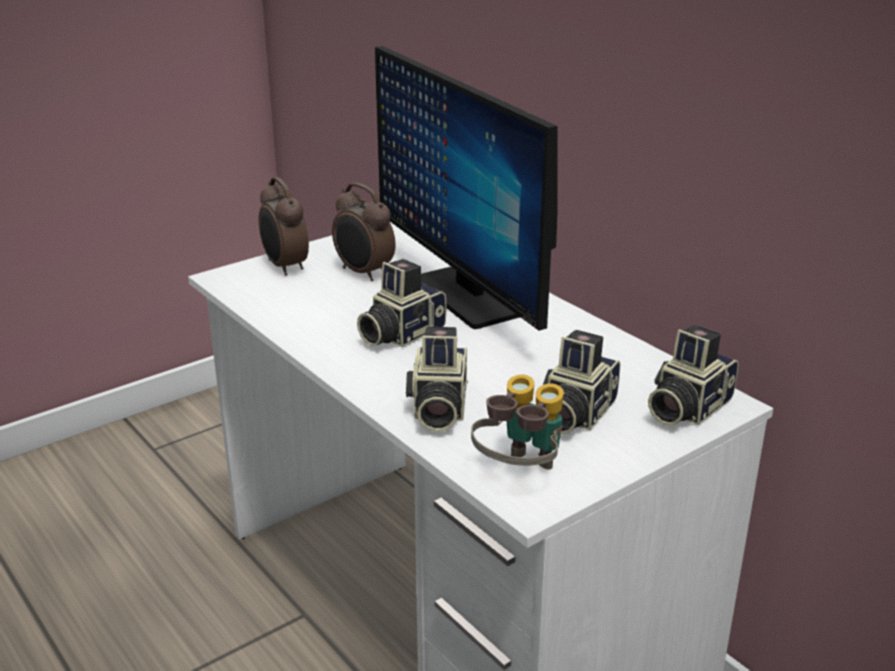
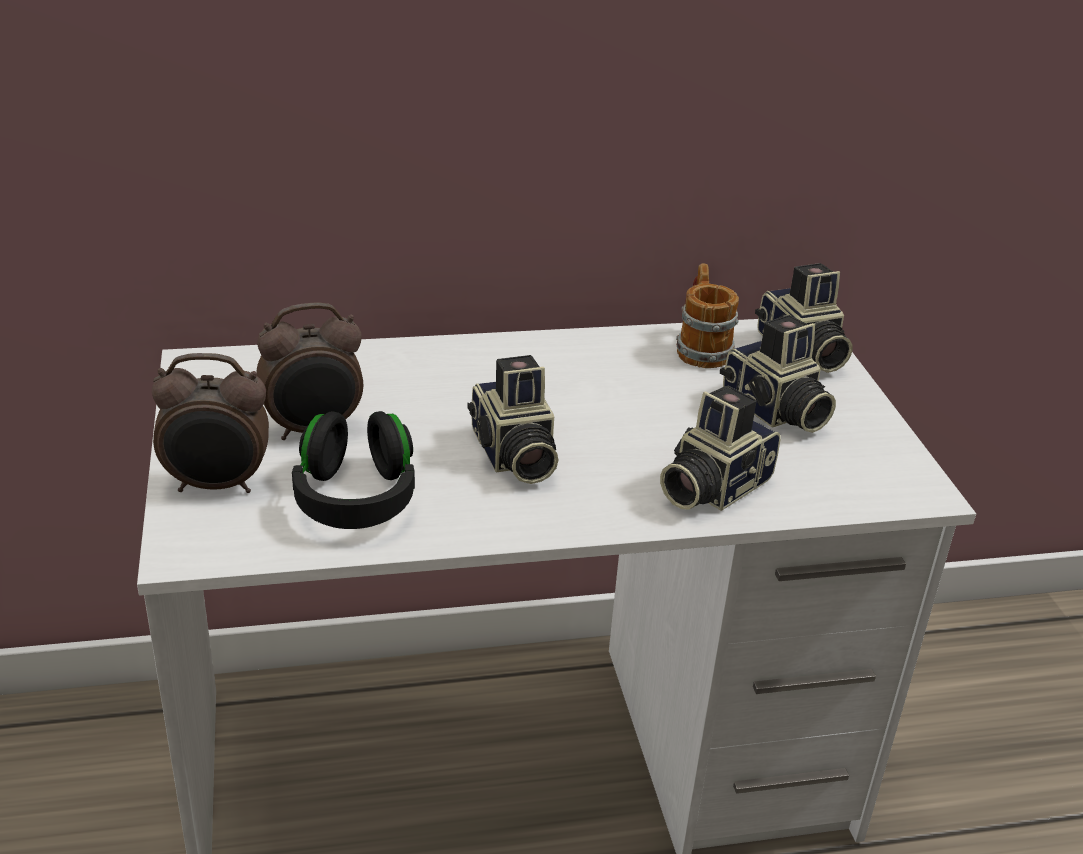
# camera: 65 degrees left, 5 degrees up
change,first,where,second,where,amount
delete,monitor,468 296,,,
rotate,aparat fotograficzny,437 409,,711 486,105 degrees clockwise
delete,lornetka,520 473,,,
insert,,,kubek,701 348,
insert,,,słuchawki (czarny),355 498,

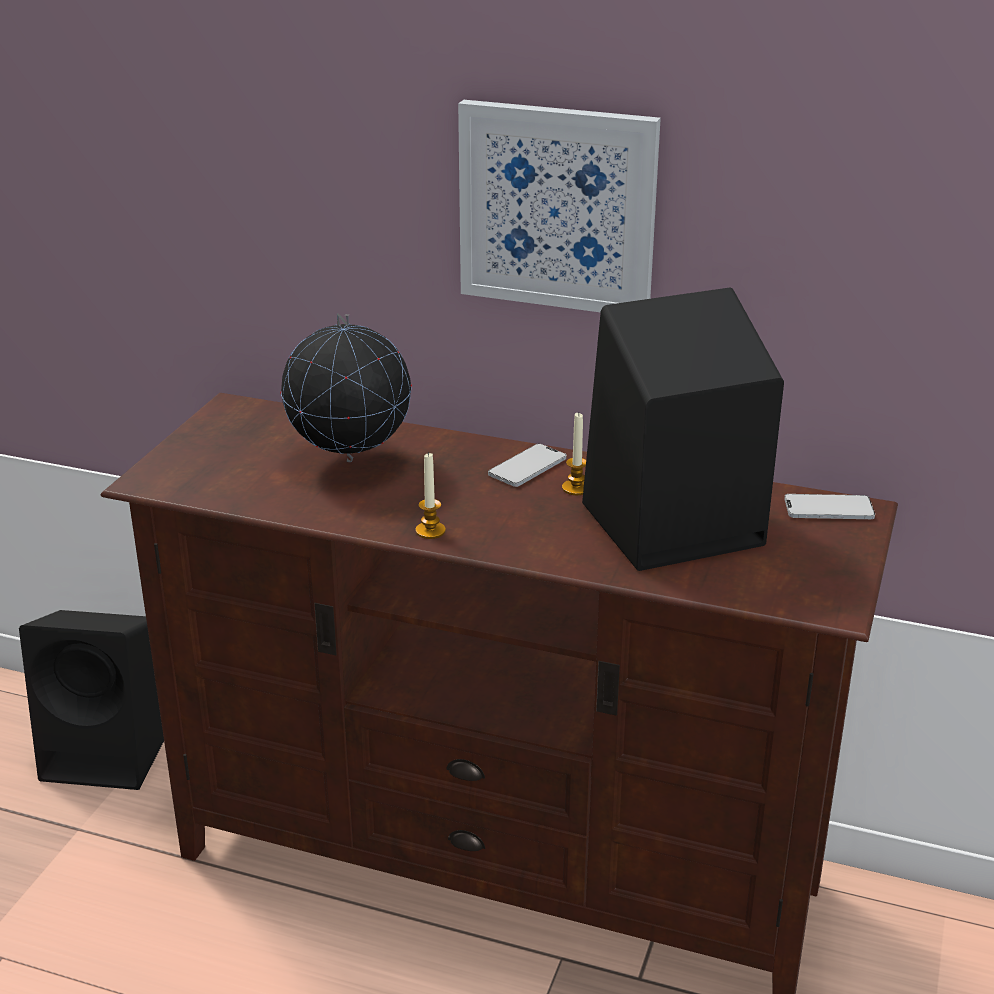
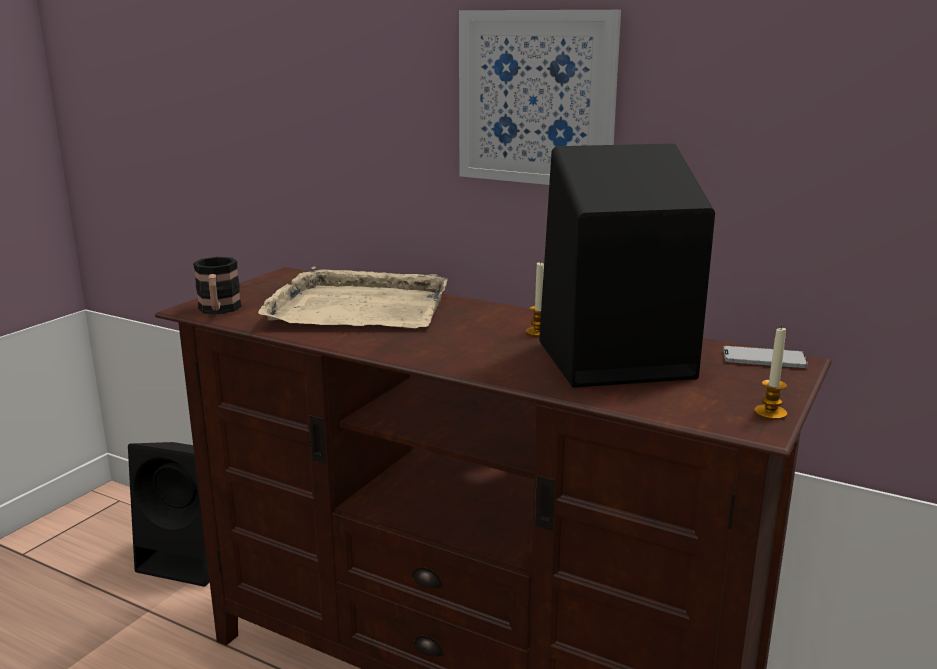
# camera: 10 degrees right, 10 degrees down
change,first,where,second,where,amount
replace,globus,350 462,taca (beżowy),359 307,
delete,telefon,527 467,,,
move,świeca,430 531,,770 413,
insert,,,kubek,219 310,

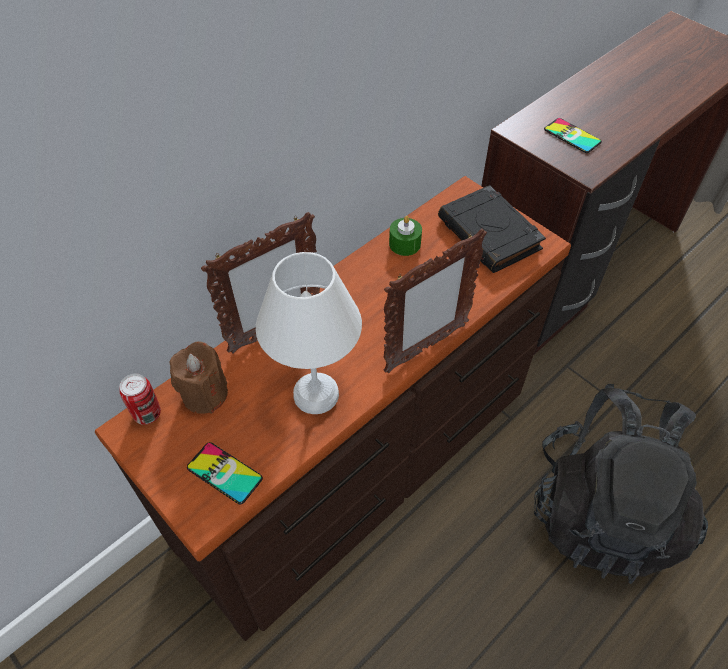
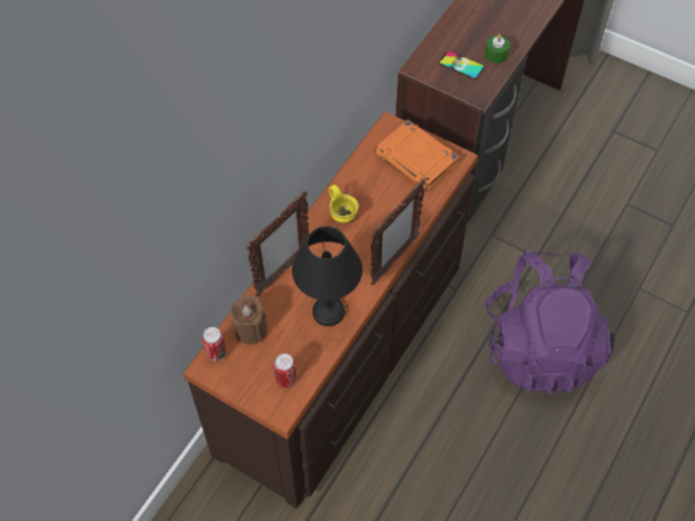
# camera: 15 degrees left, 5 degrees up
change,first,where,second,where,amount
recolor,książka (czarny),490 234,książka (pomarańczowy),417 160,
move,świeca (zielony),404 244,,496 54,
recolor,lampa stołowa (biały),318 395,lampa stołowa (czarny),330 312,
recolor,plecak (czarny),602 510,plecak (fioletowy),540 346,
replace,telefon,224 473,puszka,286 379,
insert,,,kubek (żółty),343 214,

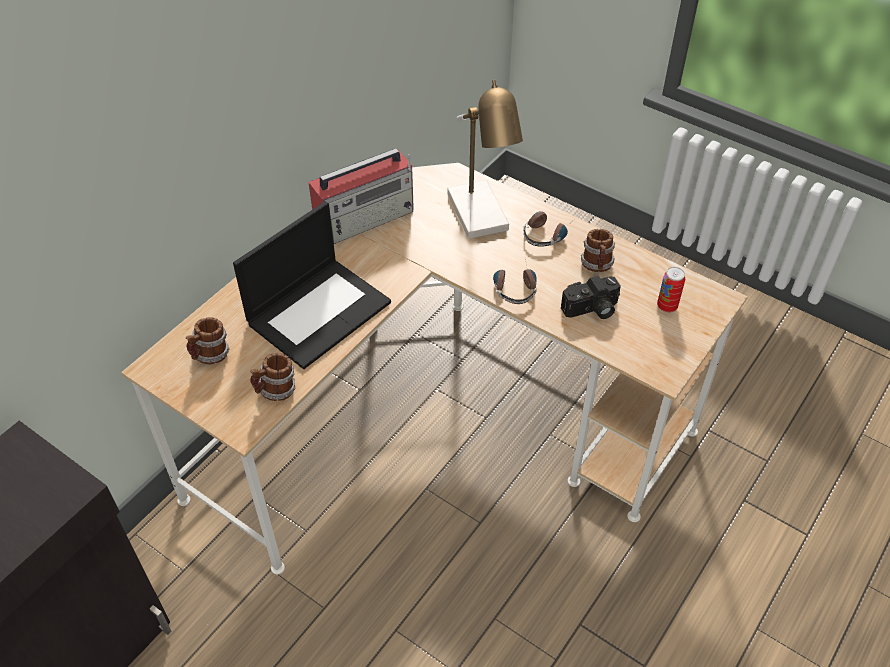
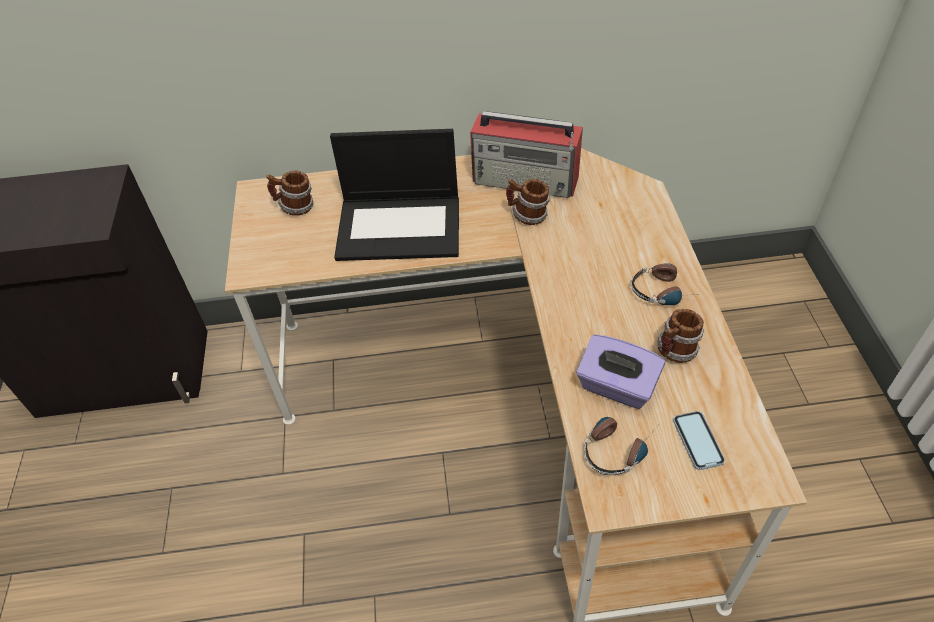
# camera: 50 degrees right, 0 degrees up
change,first,where,second,where,amount
delete,lampa stołowa,482 218,,,
move,słuchawki,514 286,,618 447,
replace,puszka,667 306,telefon,698 441,
replace,aparat fotograficzny,591 310,pudełko chusteczek (fioletowy),616 387,
move,kubek,276 391,,527 216,

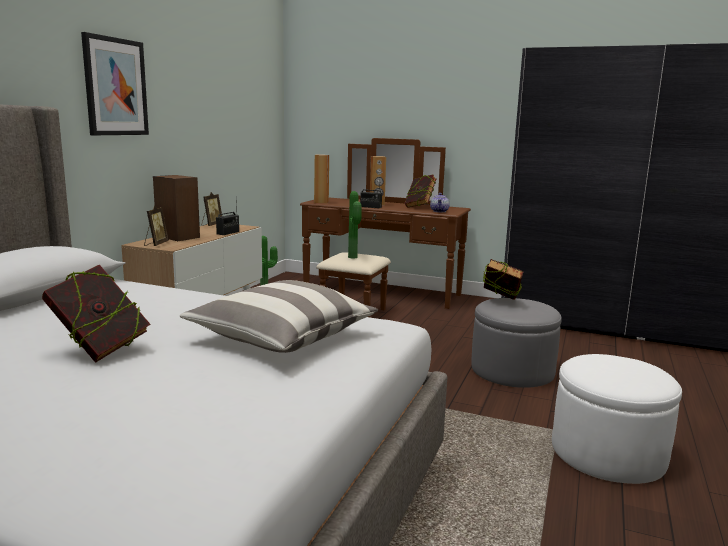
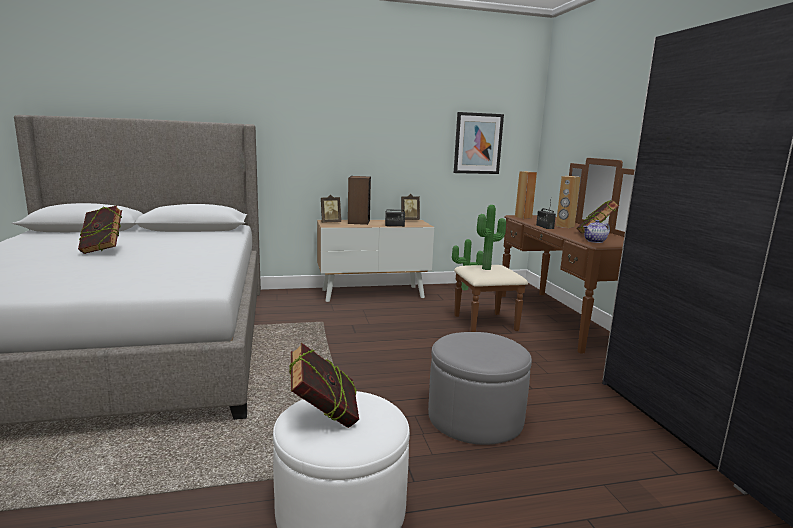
# camera: 55 degrees right, 0 degrees up
change,first,where,second,where,amount
move,obraz,115 87,,478 143,
move,książka,500 301,,324 419,
delete,poduszka,282 337,,,

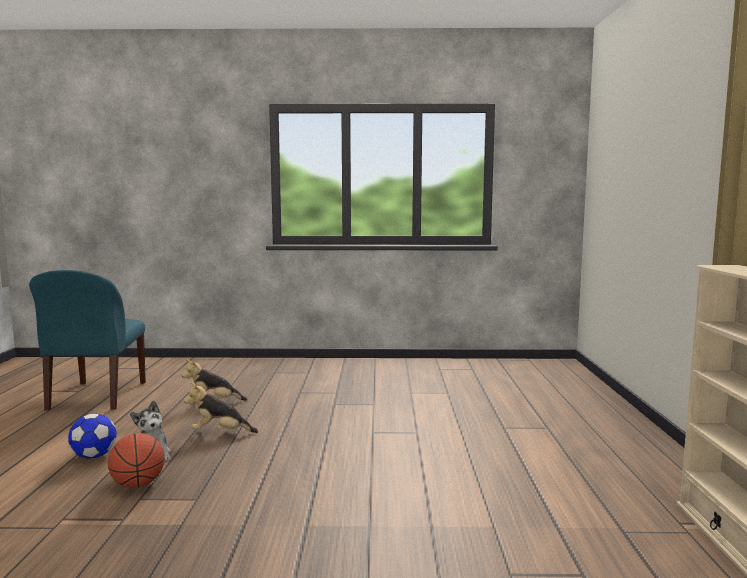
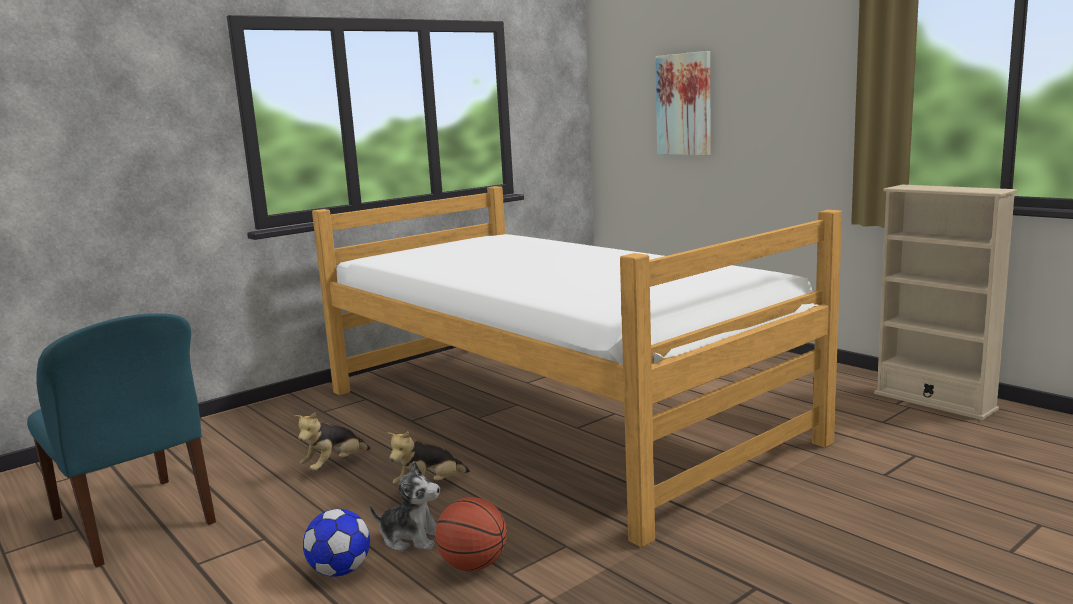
# camera: 40 degrees left, 5 degrees up
change,first,where,second,where,amount
insert,,,obraz,684 104,
insert,,,łóżko,553 414,

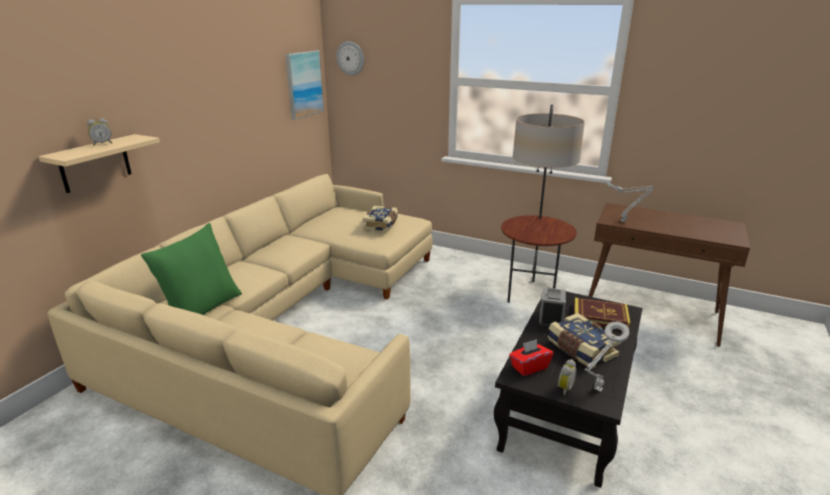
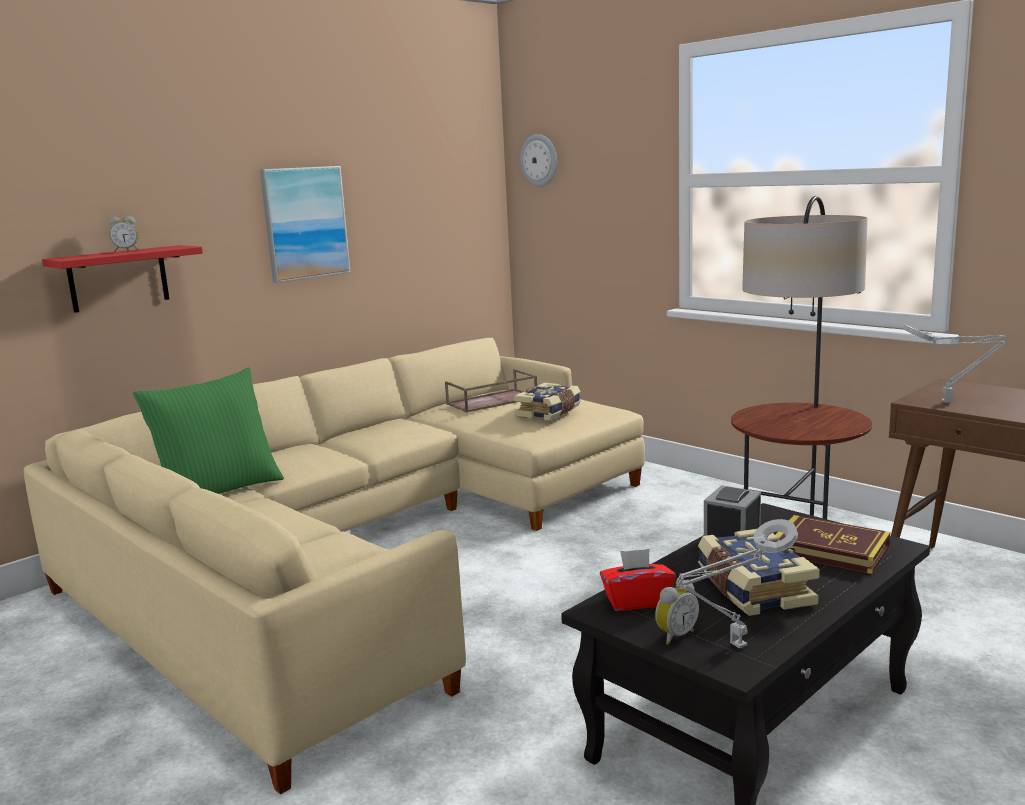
# camera: 20 degrees right, 10 degrees down
change,first,where,second,where,amount
move,obraz,304 84,,305 223,
recolor,półka (beżowy),95 163,półka (czerwony),118 278,
insert,,,taca (brązowy),491 401,

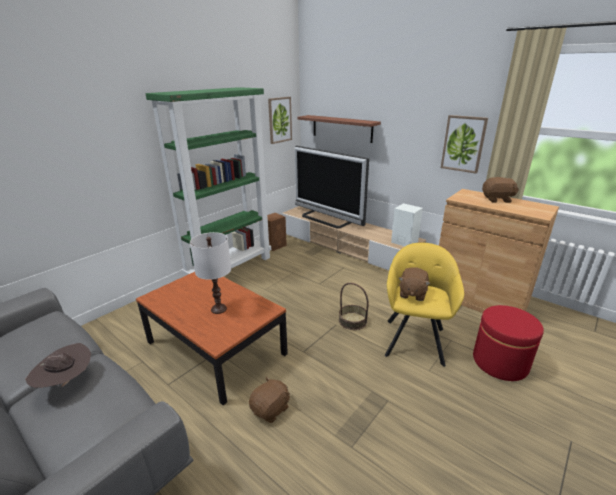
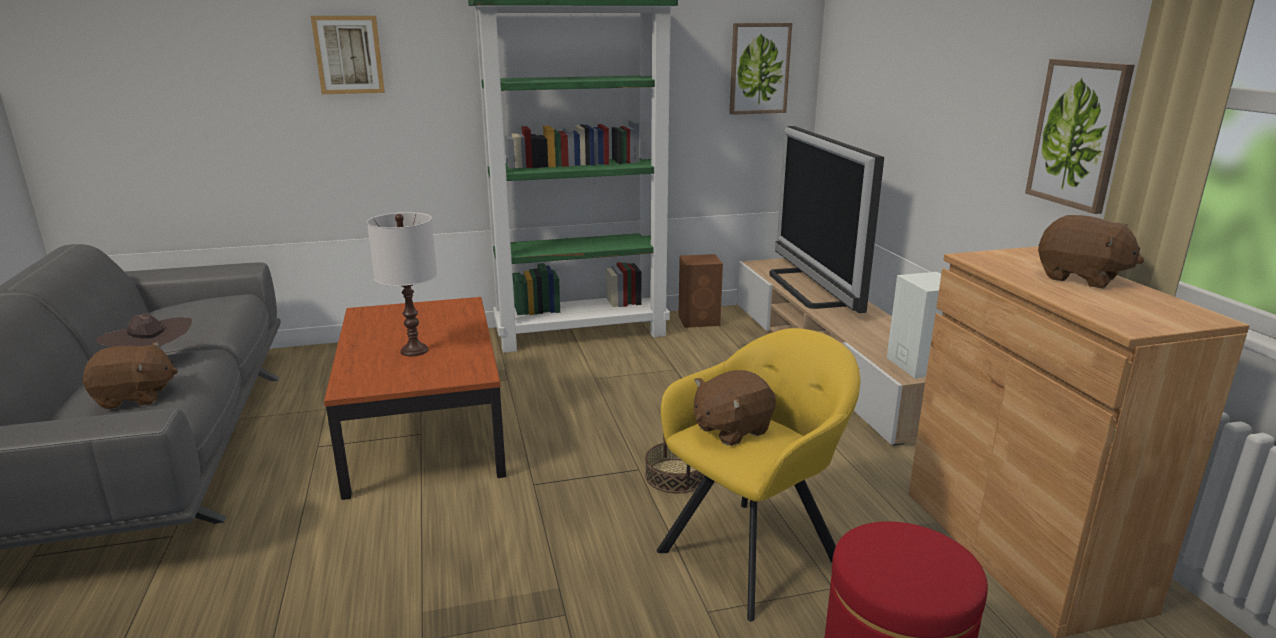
# camera: 35 degrees right, 5 degrees down
change,first,where,second,where,amount
delete,półka,341 128,,,
move,pluszak (brązowy),271 409,,135 397,
insert,,,obraz,349 55,

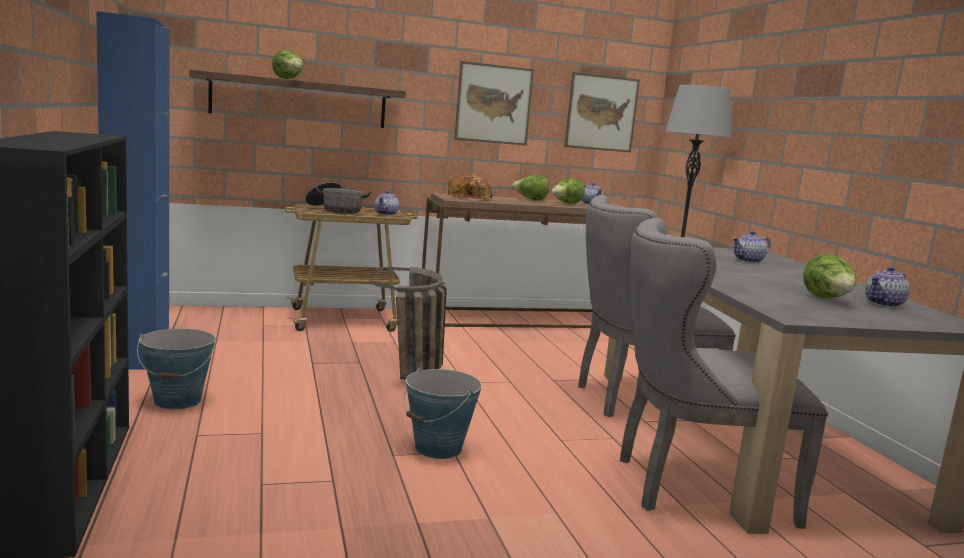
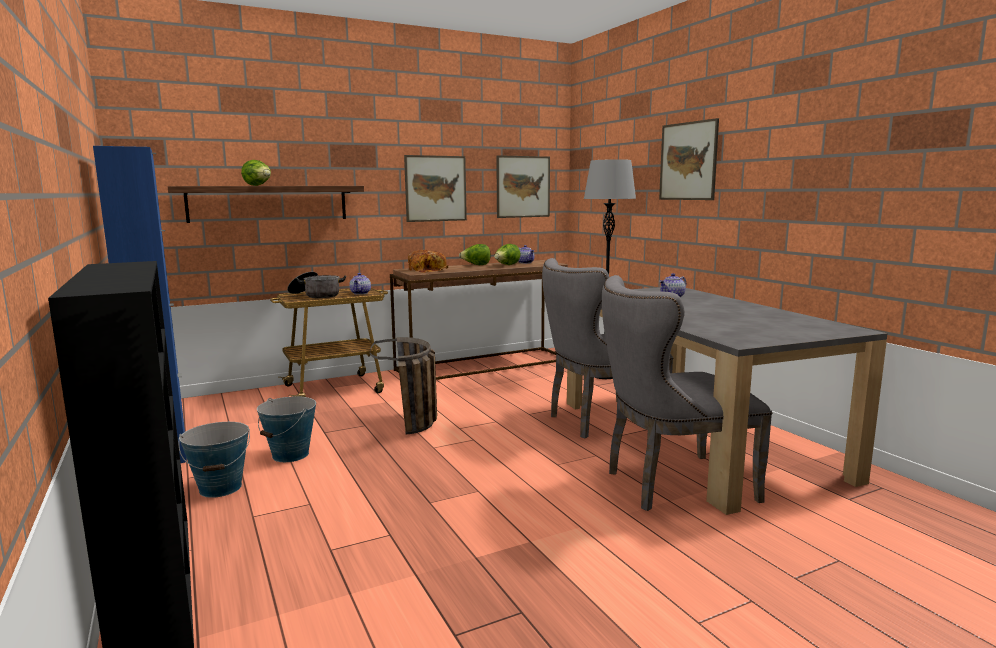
# camera: 10 degrees left, 0 degrees up
change,first,where,second,where,amount
delete,sałata,827 299,,,
delete,imbryk,884 304,,,
move,wiadro,438 448,,290 455,
insert,,,obraz,688 161,

